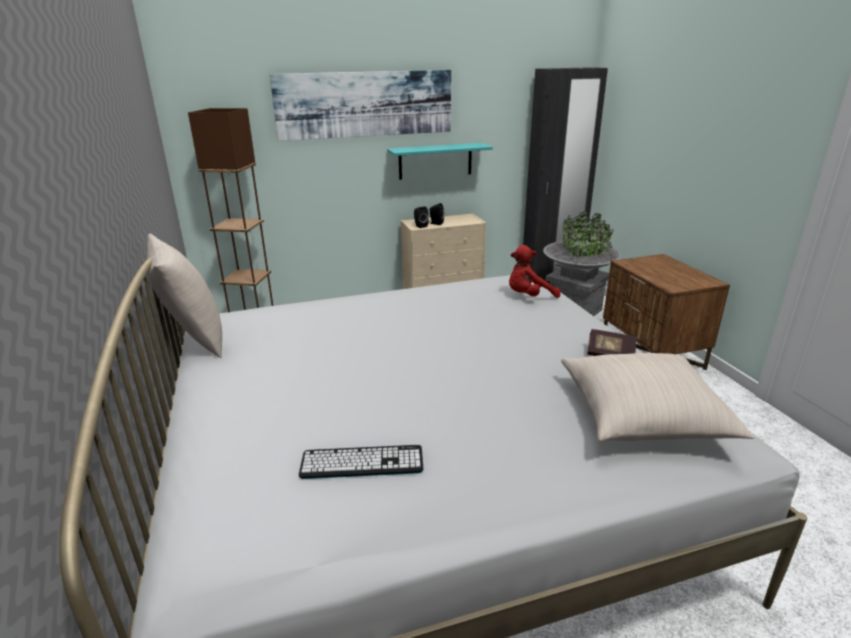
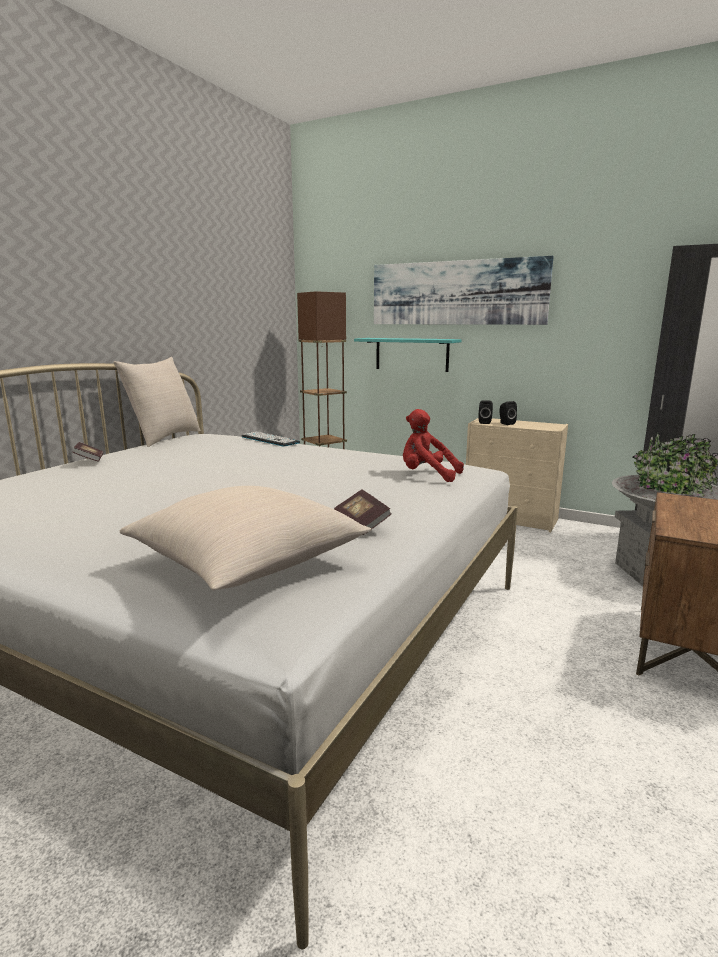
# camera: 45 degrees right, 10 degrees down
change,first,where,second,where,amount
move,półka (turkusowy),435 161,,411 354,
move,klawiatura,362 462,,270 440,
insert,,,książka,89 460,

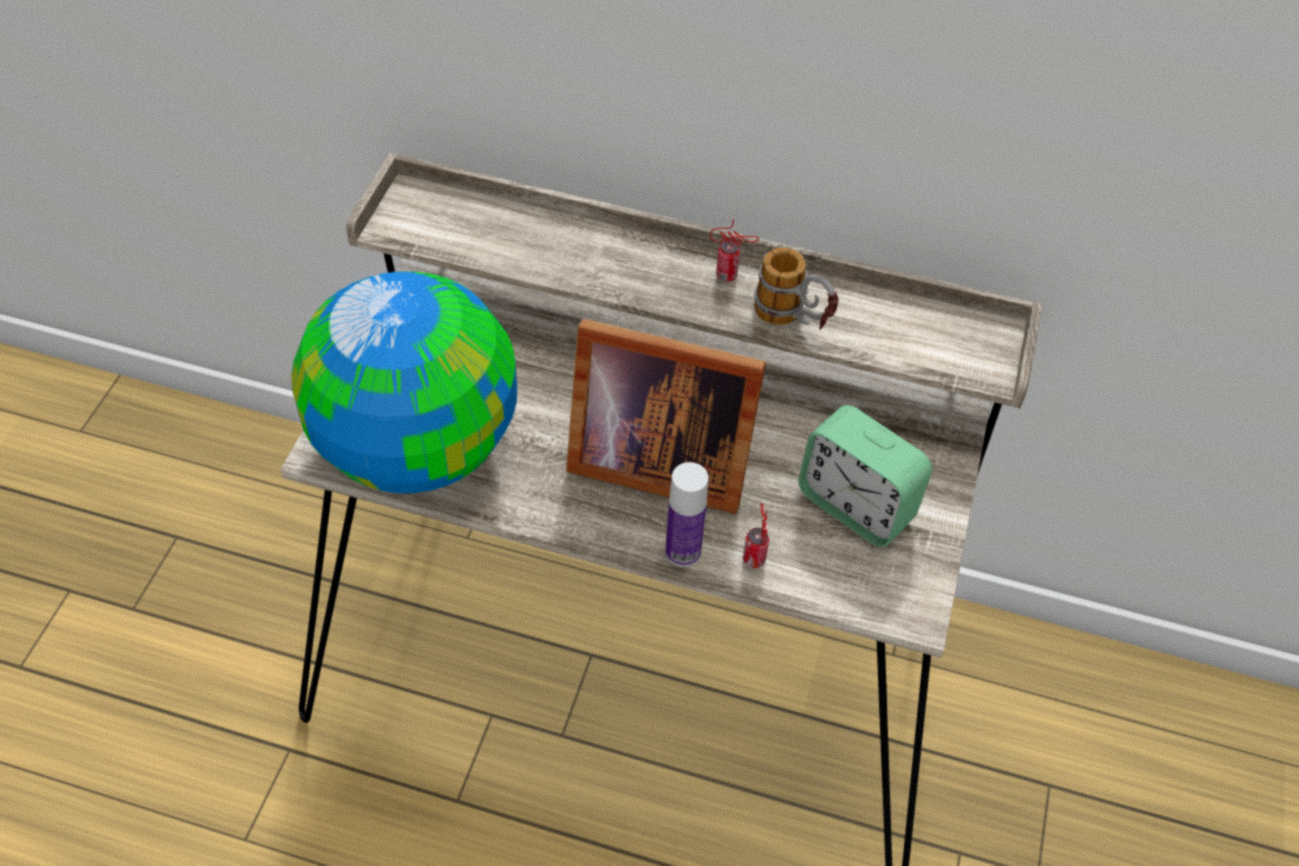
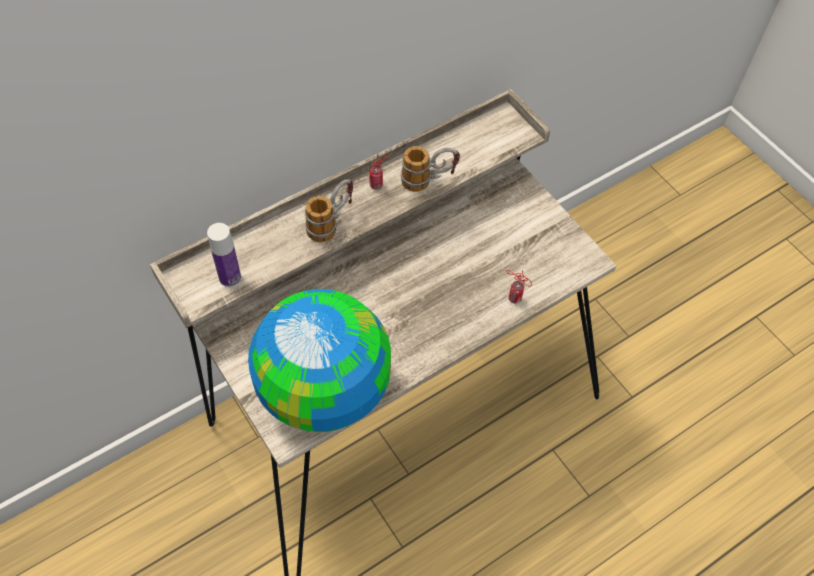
# camera: 50 degrees left, 5 degrees up
change,first,where,second,where,amount
delete,ramka na zdjęcie,654 458,,,
delete,budzik,855 506,,,
move,butelka,683 551,,230 277,
insert,,,kubek,331 223,

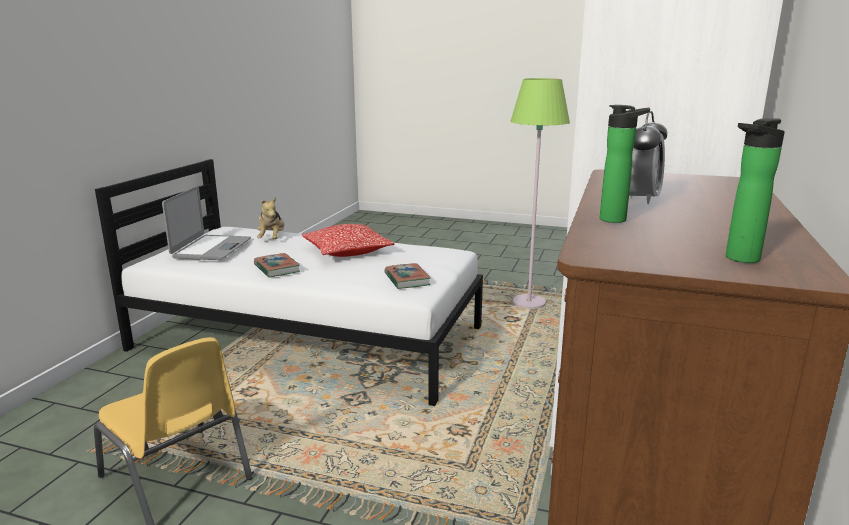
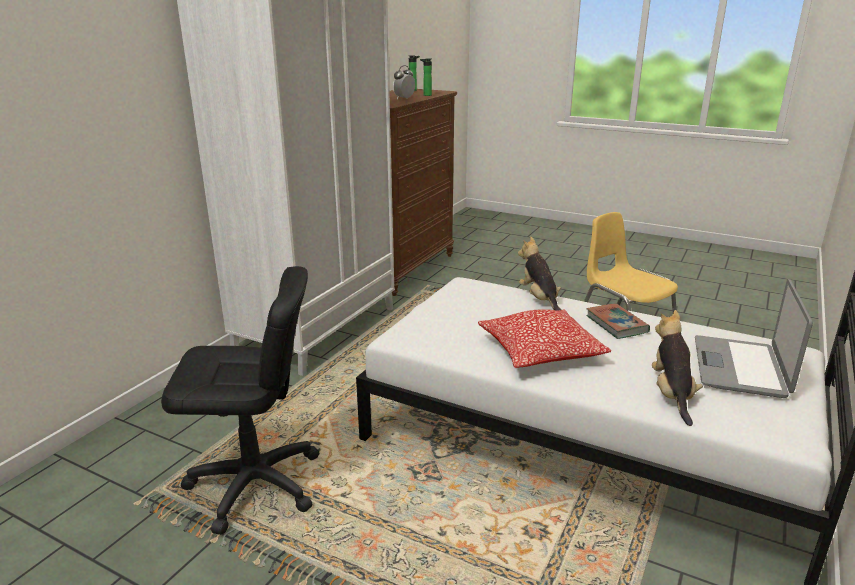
# camera: 170 degrees left, 5 degrees up
change,first,where,second,where,amount
replace,lampa stojąca (zielony),528 303,krzesło biurowe (czarny),255 484,
delete,książka,407 279,,,
insert,,,pluszak,539 299,

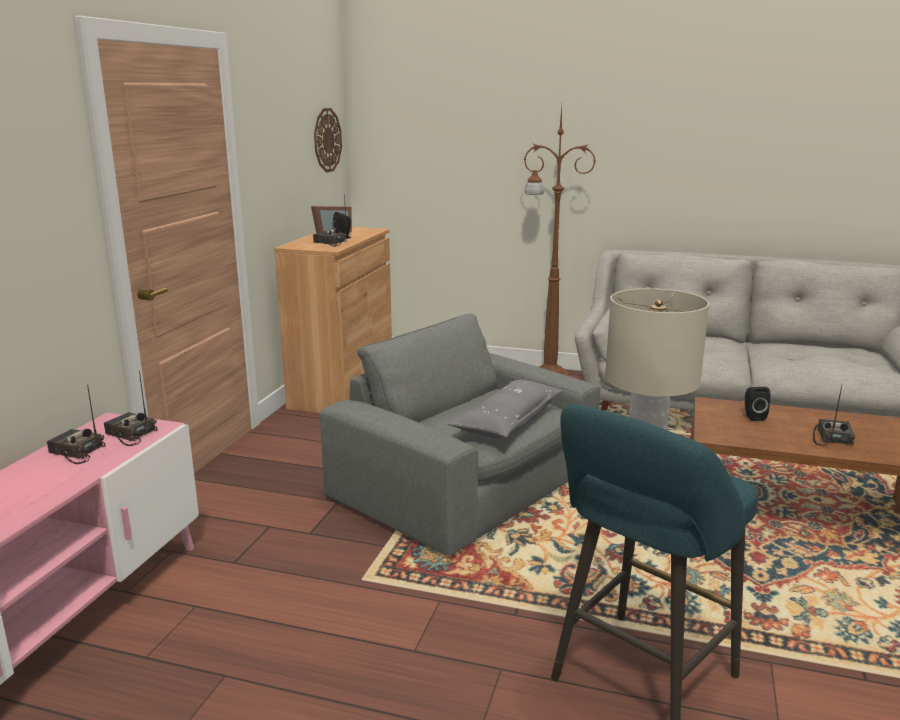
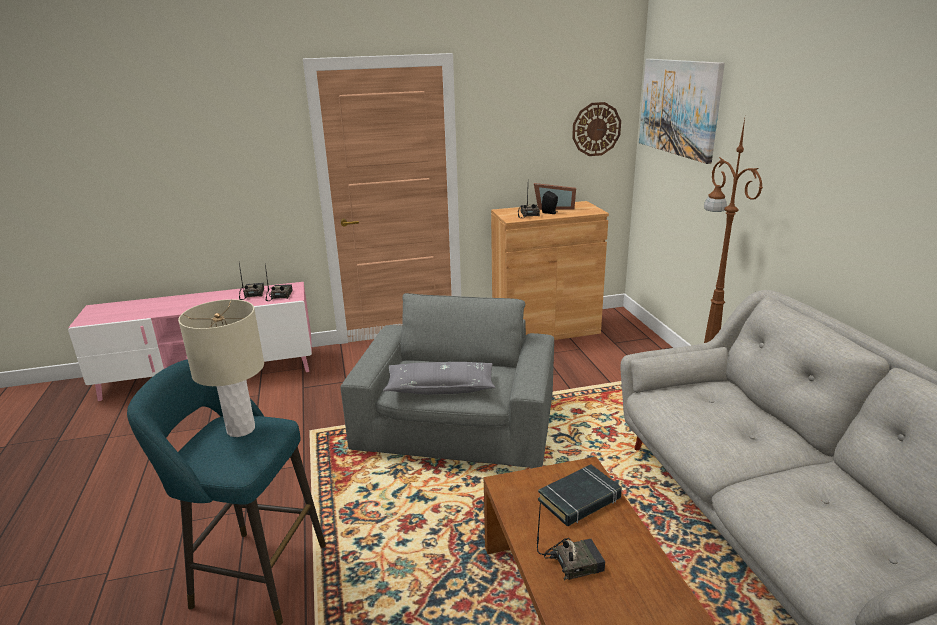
# camera: 60 degrees right, 5 degrees up
change,first,where,second,where,amount
replace,głośnik (czarny),753 416,książka (czarny),580 500,
insert,,,obraz,679 107,

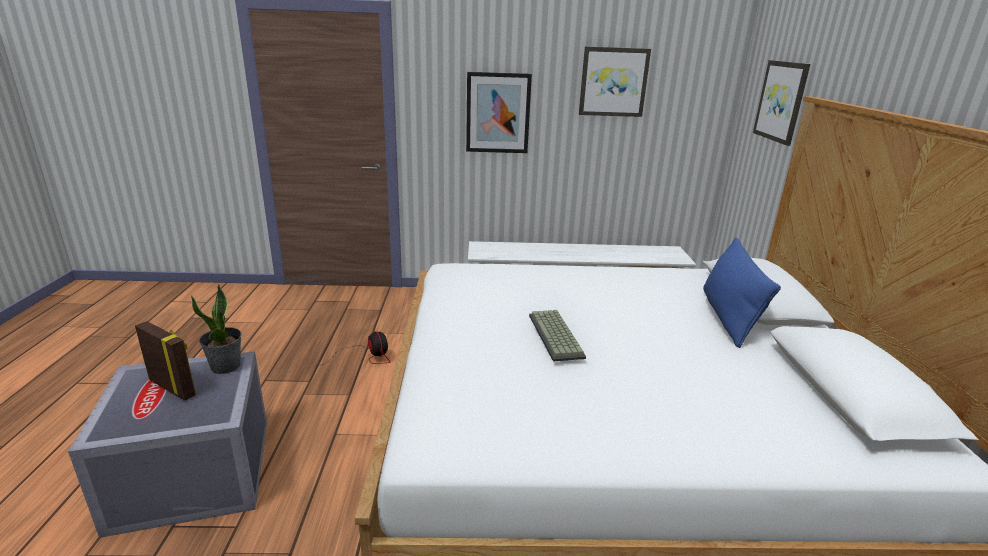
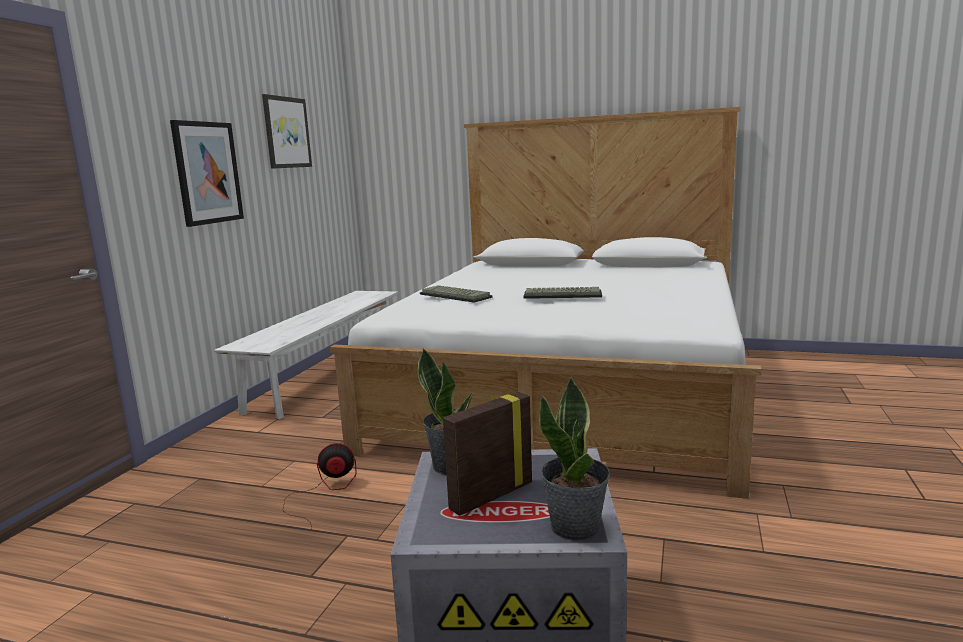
# camera: 70 degrees left, 10 degrees down
change,first,where,second,where,amount
delete,obraz,781 101,,,
delete,poduszka (niebieski),728 316,,,
insert,,,klawiatura,456 295,
insert,,,roślina doniczkowa,576 526,

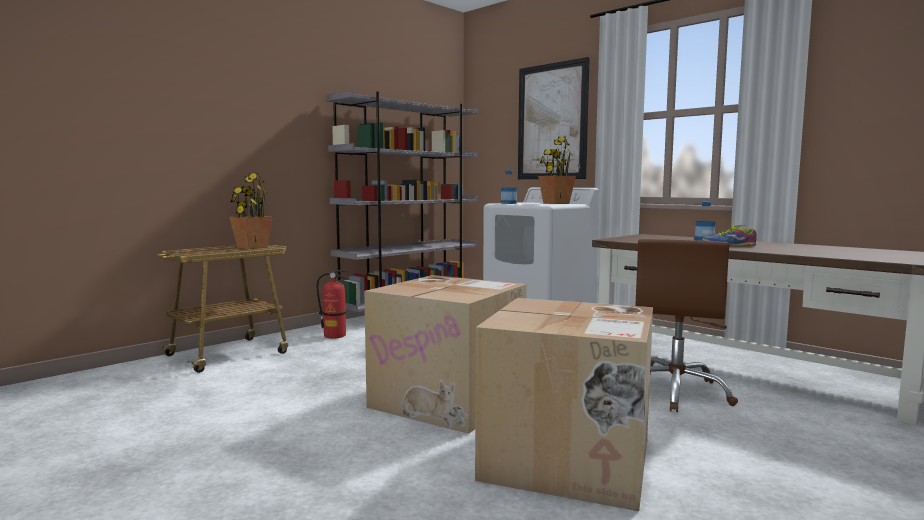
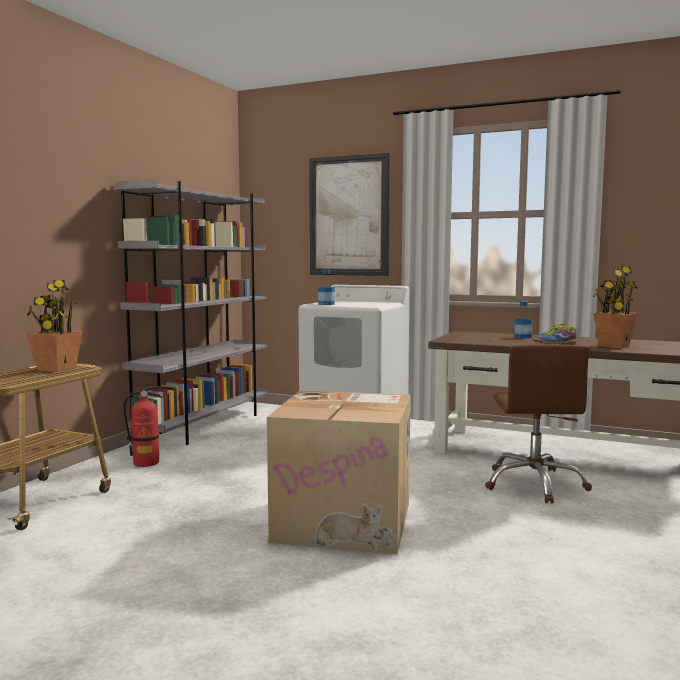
# camera: 20 degrees left, 0 degrees up
change,first,where,second,where,amount
move,roślina doniczkowa,555 203,,613 346,
delete,karton,569 460,,,

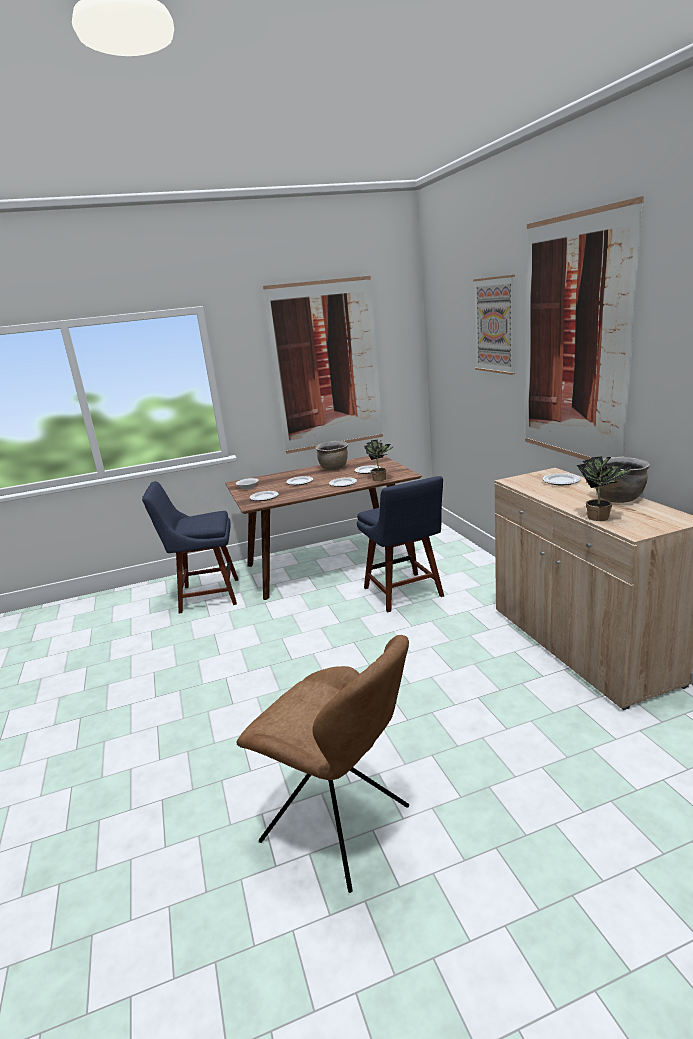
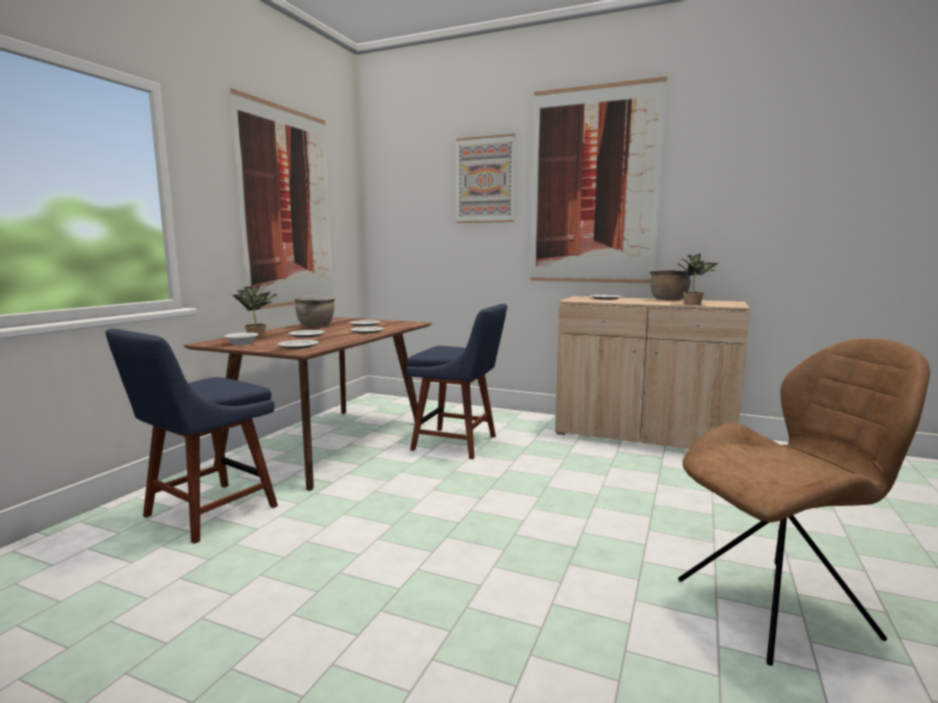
# camera: 50 degrees left, 10 degrees down
change,first,where,second,where,amount
move,roślina doniczkowa,381 479,,259 337,

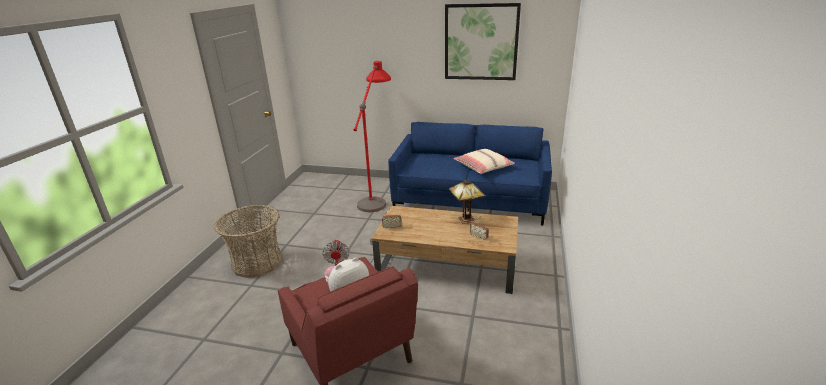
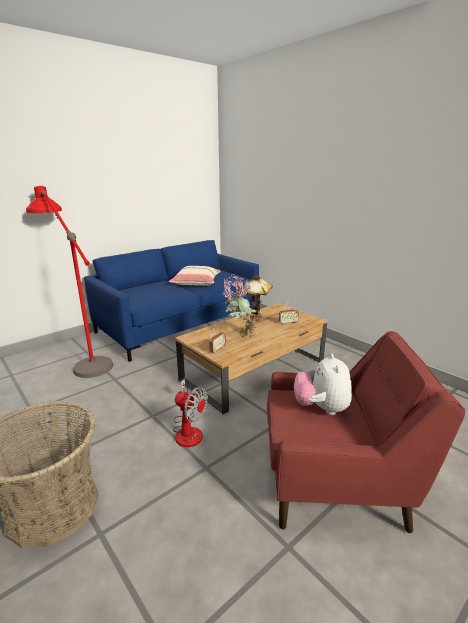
# camera: 55 degrees left, 5 degrees down
change,first,where,second,where,amount
delete,obraz,481 42,,,
insert,,,roślina doniczkowa,241 335,

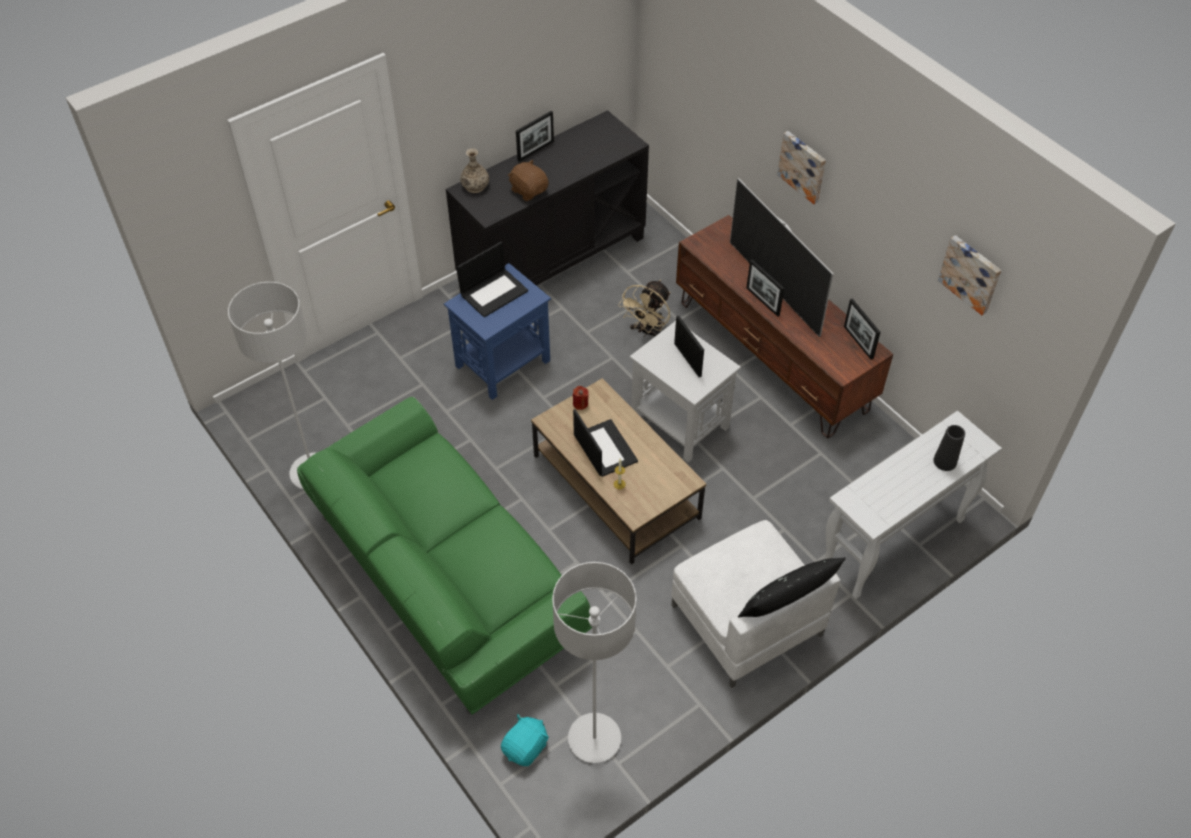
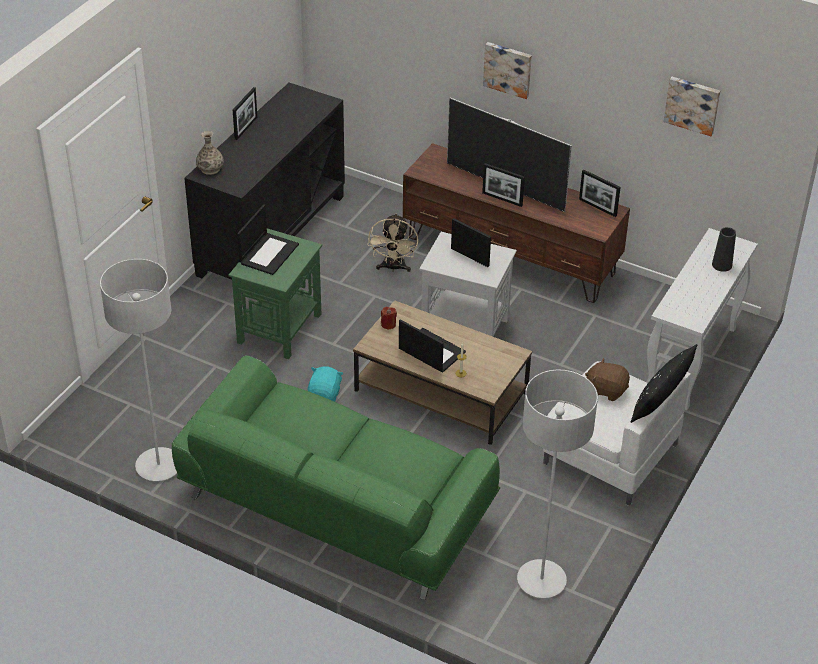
# camera: 25 degrees left, 10 degrees down
change,first,where,second,where,amount
move,pluszak (brązowy),529 190,,606 390,
recolor,stolik (niebieski),503 363,stolik (zielony),280 327,
move,pluszak (turkusowy),526 748,,325 394,

